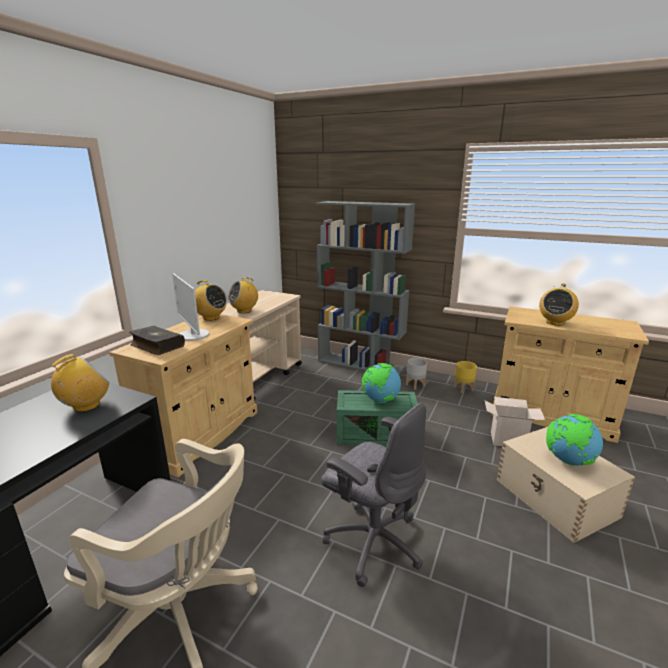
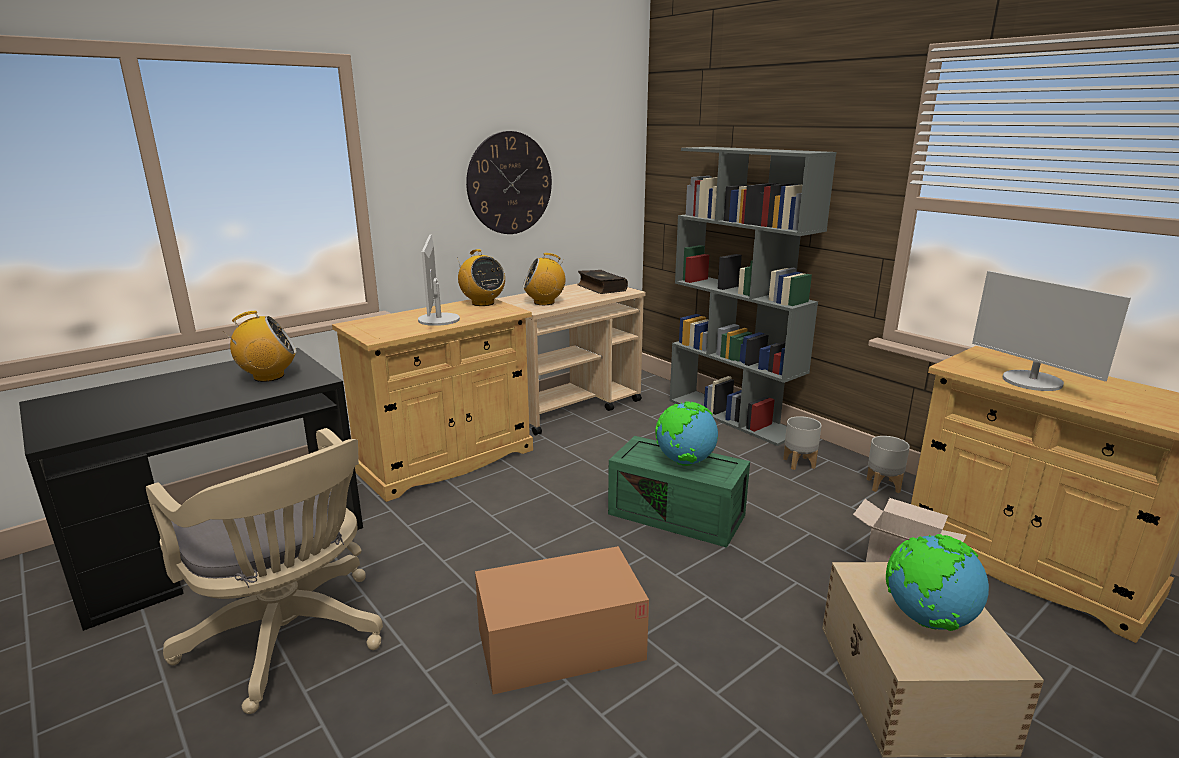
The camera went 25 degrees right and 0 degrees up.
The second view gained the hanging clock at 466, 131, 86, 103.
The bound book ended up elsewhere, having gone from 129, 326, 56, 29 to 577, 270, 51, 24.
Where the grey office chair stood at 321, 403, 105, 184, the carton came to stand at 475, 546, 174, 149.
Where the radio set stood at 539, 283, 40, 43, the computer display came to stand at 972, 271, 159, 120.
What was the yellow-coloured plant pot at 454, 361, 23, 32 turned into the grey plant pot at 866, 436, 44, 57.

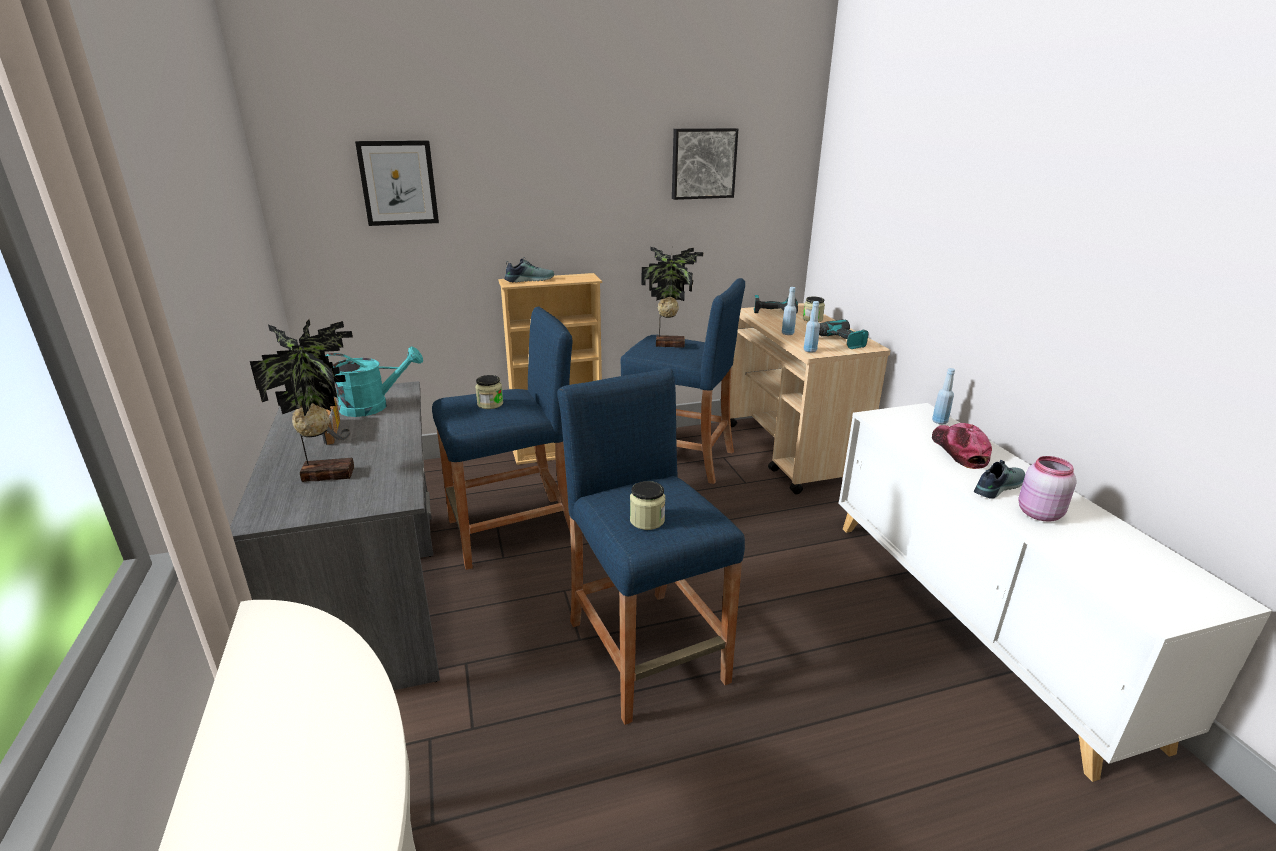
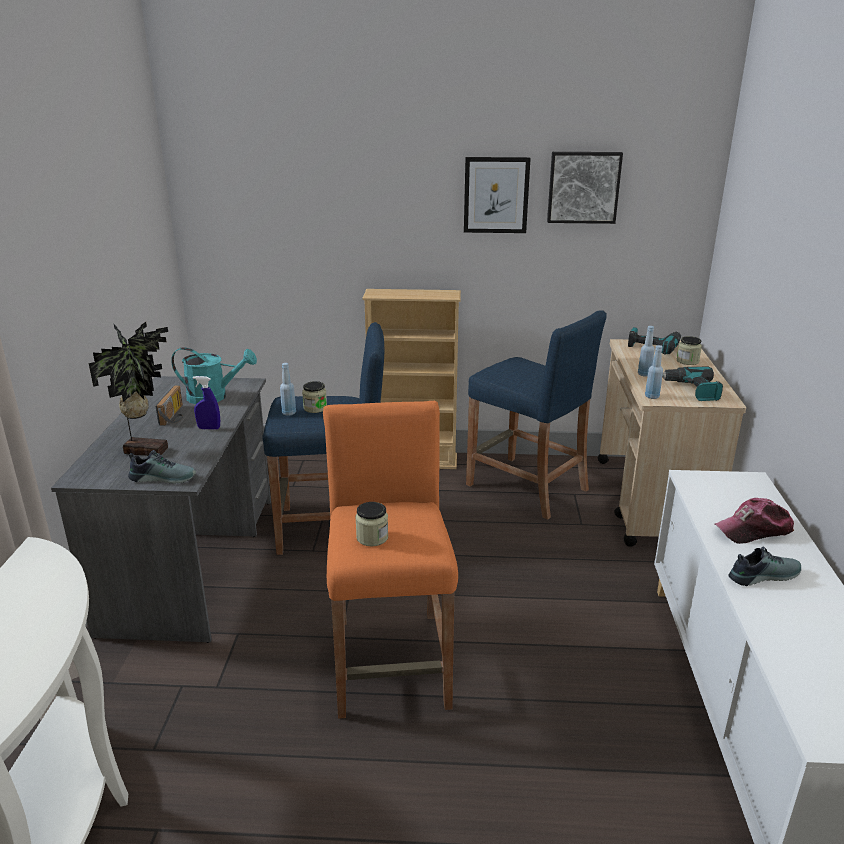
The camera went 20 degrees right and 0 degrees up.
The second view lost the plant in a pot at 642, 247, 61, 101.
The second view lost the pink-coloured preserve jar at 1019, 456, 58, 66.
The second view gained the bluish sprayer at 193, 376, 27, 54.
The wall art ended up elsewhere, having gone from 355, 140, 84, 86 to 464, 157, 67, 76.
The item of footwear ended up elsewhere, having gone from 504, 257, 50, 26 to 128, 450, 68, 34.
The bluish beverage bottle ended up elsewhere, having gone from 932, 368, 23, 57 to 280, 363, 16, 53.
What was the bluish stool at 558, 368, 187, 357 turned into the orange stool at 323, 401, 135, 318.
The peaked cap at 932, 423, 60, 46 ended up facing another way, 120 degrees counterclockwise from before.

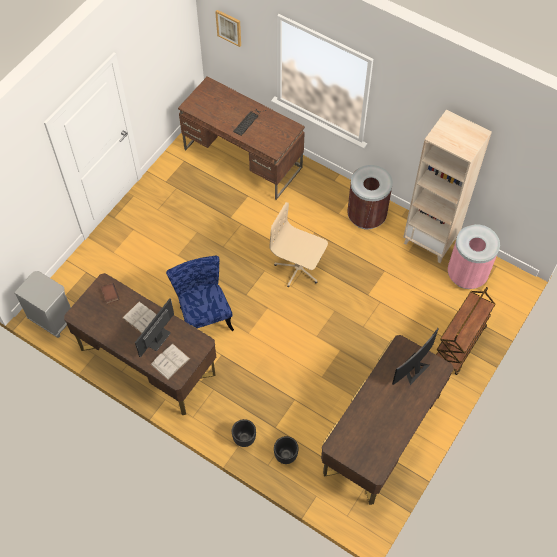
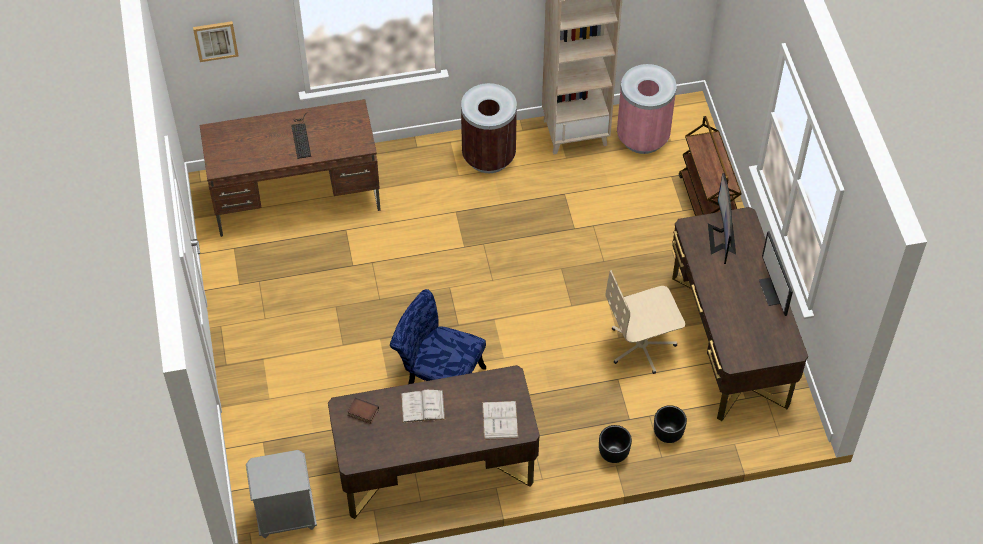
The camera went 45 degrees left and 5 degrees down.
The computer display ended up elsewhere, having gone from 135, 298, 39, 60 to 759, 231, 34, 85.
The beige office chair ended up elsewhere, having gone from 270, 202, 58, 85 to 606, 270, 79, 104.

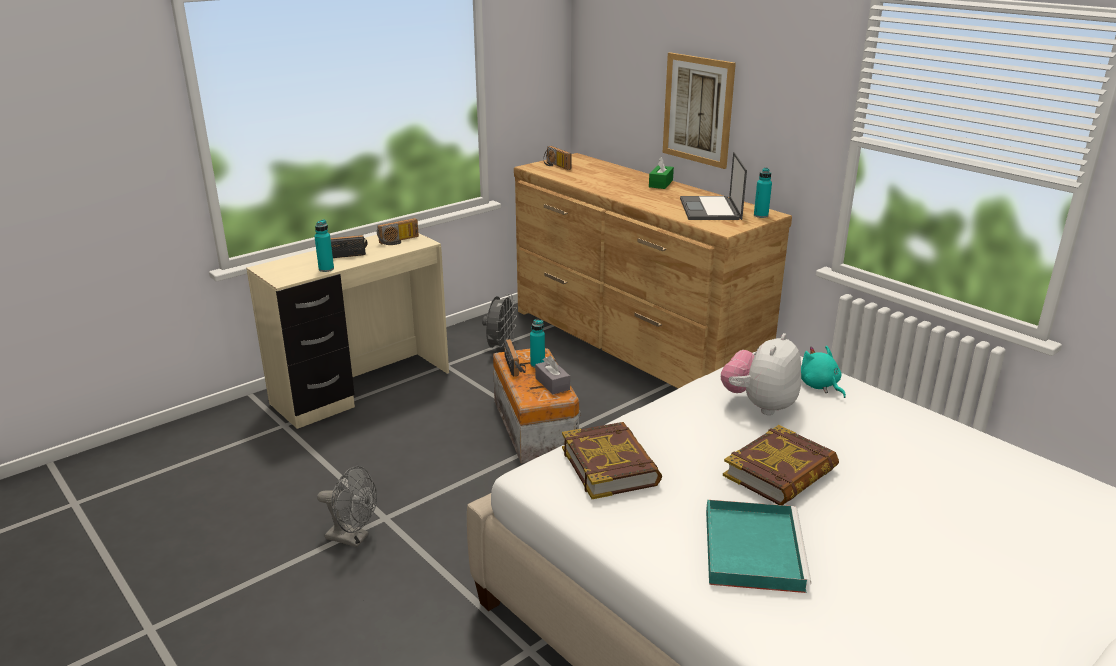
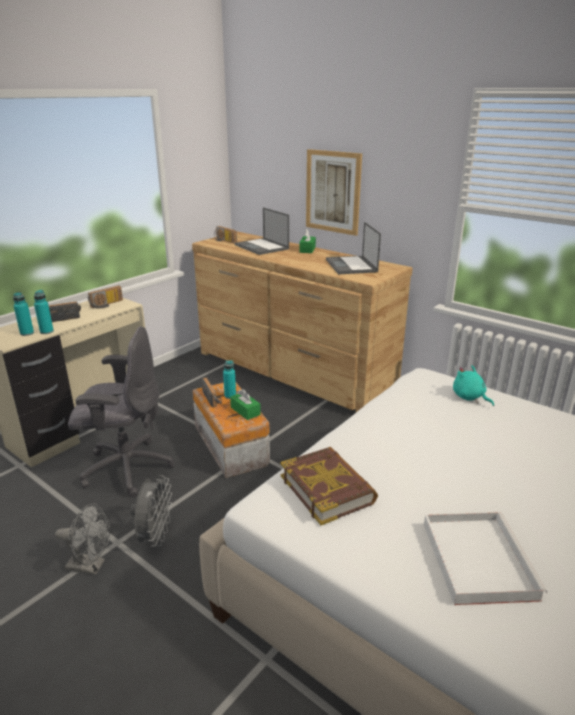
The camera went 10 degrees left and 0 degrees up.
The second view lost the soft toy at 721, 333, 80, 82.
The second view lost the bound book at 723, 425, 116, 80.
The second view gained the grey office chair at 68, 326, 107, 171.
The second view gained the notebook computer at 235, 207, 54, 48.
The grey fan ended up elsewhere, having gone from 482, 294, 35, 55 to 130, 475, 42, 72.
The turquoise-coloured beverage bottle ended up elsewhere, having gone from 754, 168, 18, 50 to 13, 292, 21, 44.
What was the grey box of tissues at 535, 356, 35, 39 turned into the green-coloured box of tissues at 230, 389, 31, 31.
What was the turquoise-coloured tray at 706, 500, 105, 93 turned into the white tray at 424, 512, 123, 93.

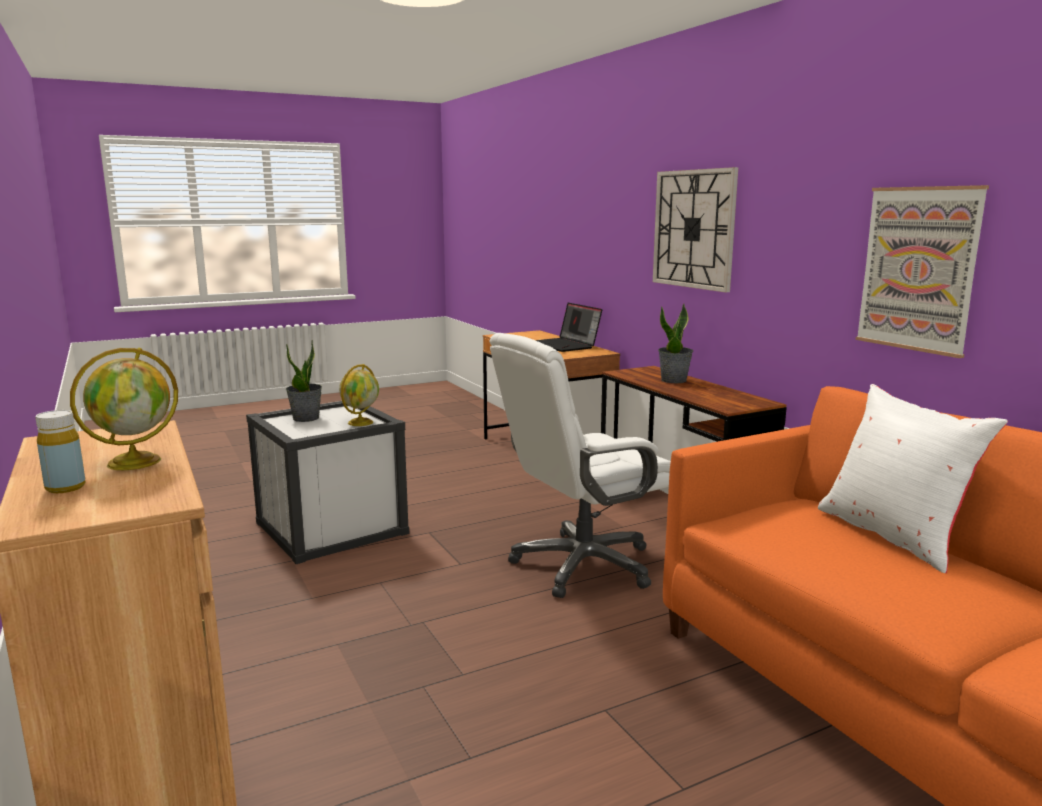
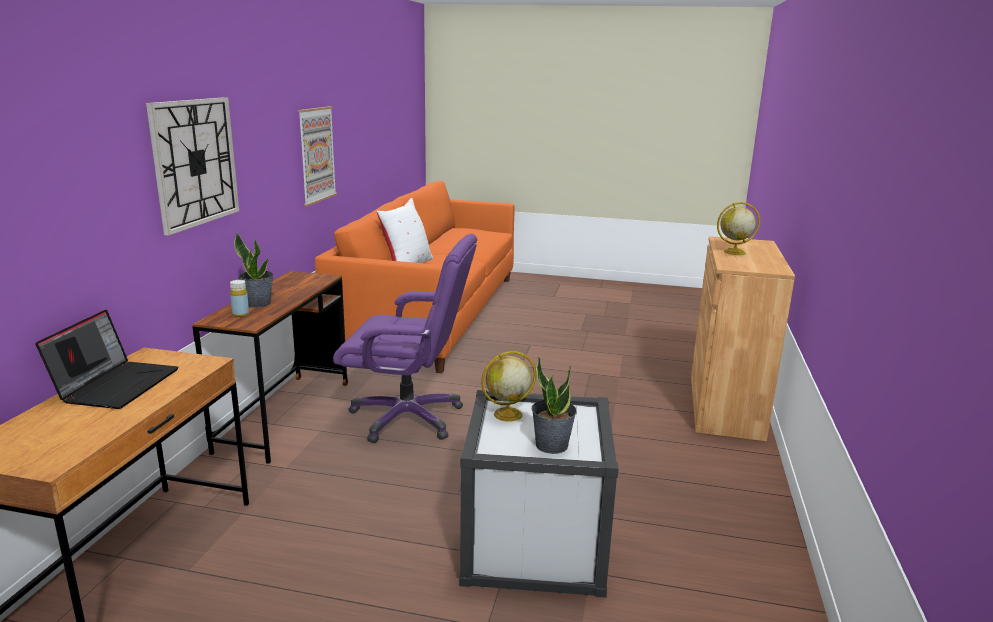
The camera went 140 degrees left and 5 degrees up.
The yellow-coloured beverage bottle ended up elsewhere, having gone from 35, 410, 51, 83 to 230, 280, 19, 37.
What was the white office chair at 490, 333, 181, 265 turned into the purplish office chair at 333, 234, 144, 209.

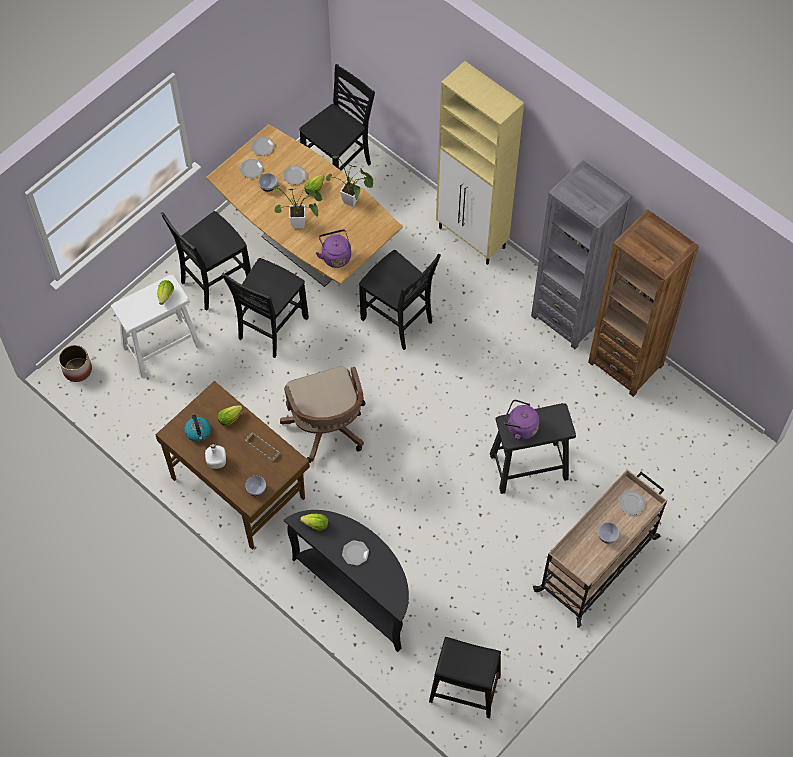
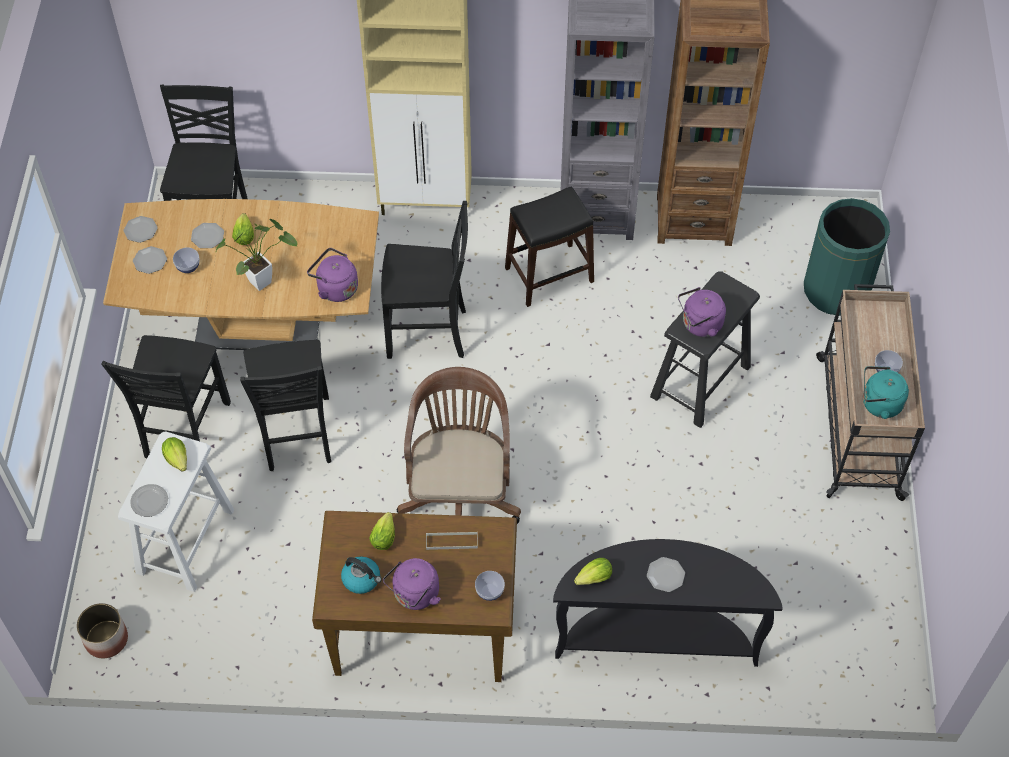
The camera went 40 degrees left and 5 degrees down.
The second view lost the plant in a pot at 326, 156, 47, 51.
The second view gained the green-coloured trash can at 804, 198, 86, 118.
The second view gained the turquoise-coloured water kettle at 863, 366, 46, 53.
The blackish stool ended up elsewhere, having gone from 429, 637, 72, 81 to 505, 187, 89, 120.
The dinner plate ended up elsewhere, having gone from 618, 491, 27, 24 to 130, 484, 38, 33.
Where the white beverage bottle stood at 205, 444, 21, 25, the purplish water kettle came to stand at 383, 558, 58, 52.
The brownish office chair at 280, 366, 86, 97 ended up facing another way, 120 degrees counterclockwise from before.

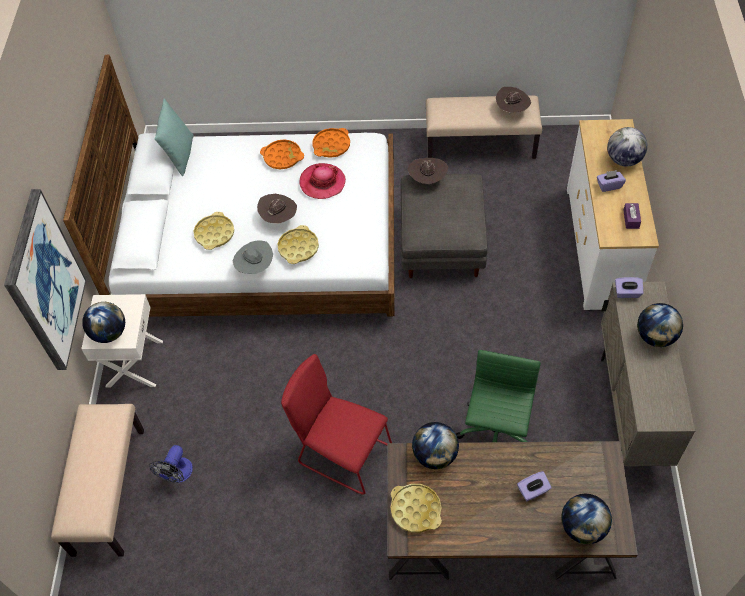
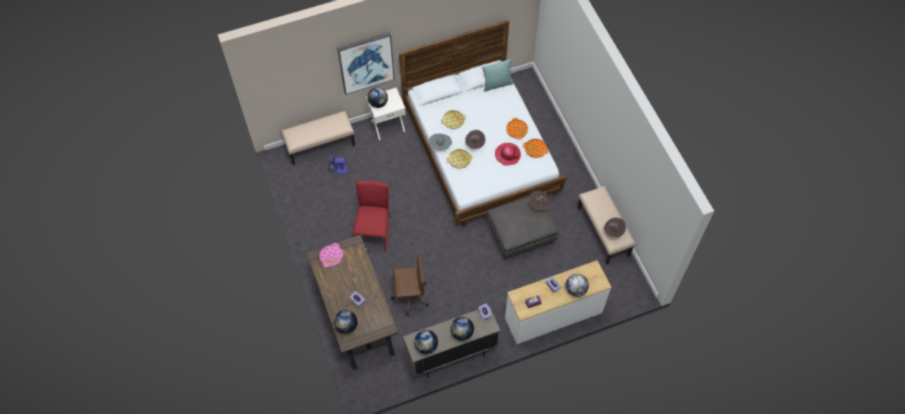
The camera went 65 degrees right and 5 degrees up.
The world globe ended up elsewhere, having gone from 412, 422, 47, 47 to 414, 330, 24, 24.
What was the yellow-coloured tray at 390, 484, 52, 49 turned into the pink-coloured tray at 319, 243, 24, 24.
What was the green-coloured office chair at 456, 350, 85, 92 turned into the brownish office chair at 391, 254, 38, 62.

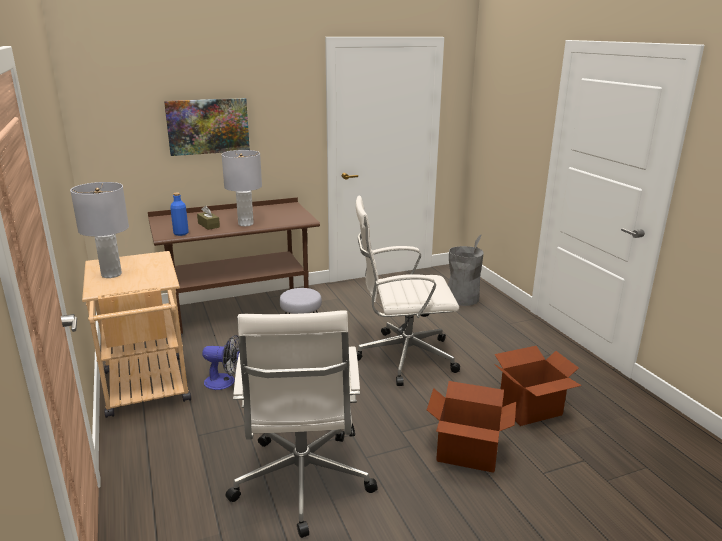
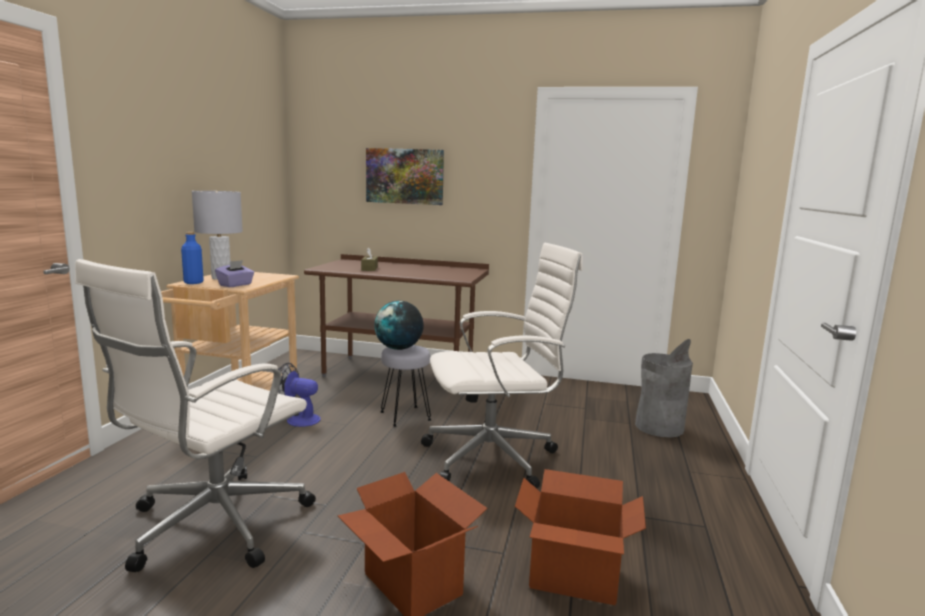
The camera went 35 degrees right and 10 degrees down.
The second view lost the grey lamp for a table at 221, 150, 41, 76.
The second view gained the purplish box of tissues at 215, 260, 39, 27.
The second view gained the world globe at 374, 301, 50, 49.
The bluish beverage bottle ended up elsewhere, having gone from 170, 193, 19, 43 to 181, 232, 23, 52.
The fan at 202, 335, 37, 55 ended up facing another way, 150 degrees clockwise from before.
The white office chair at 356, 196, 104, 190 ended up facing another way, 135 degrees clockwise from before.

